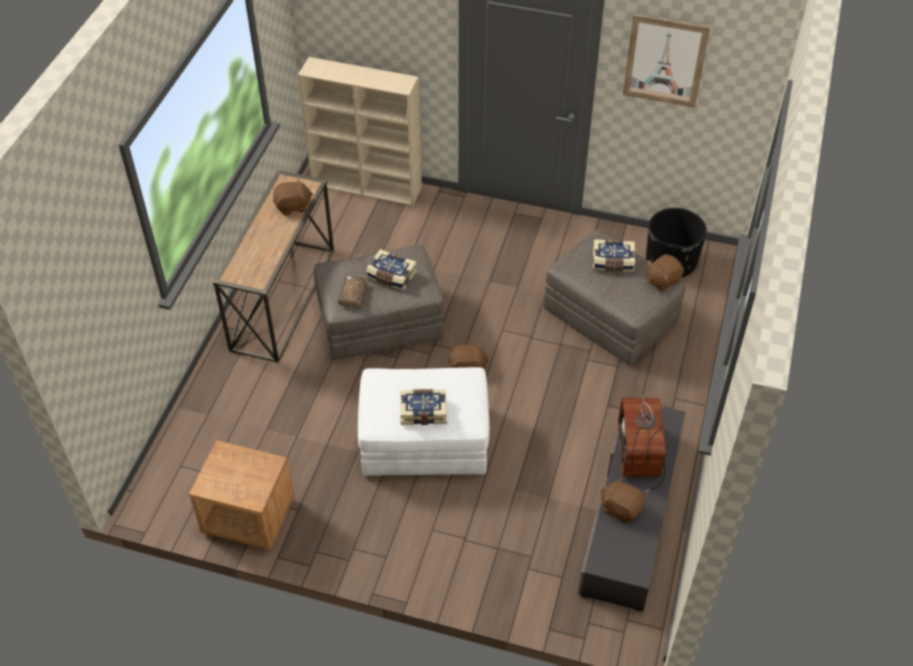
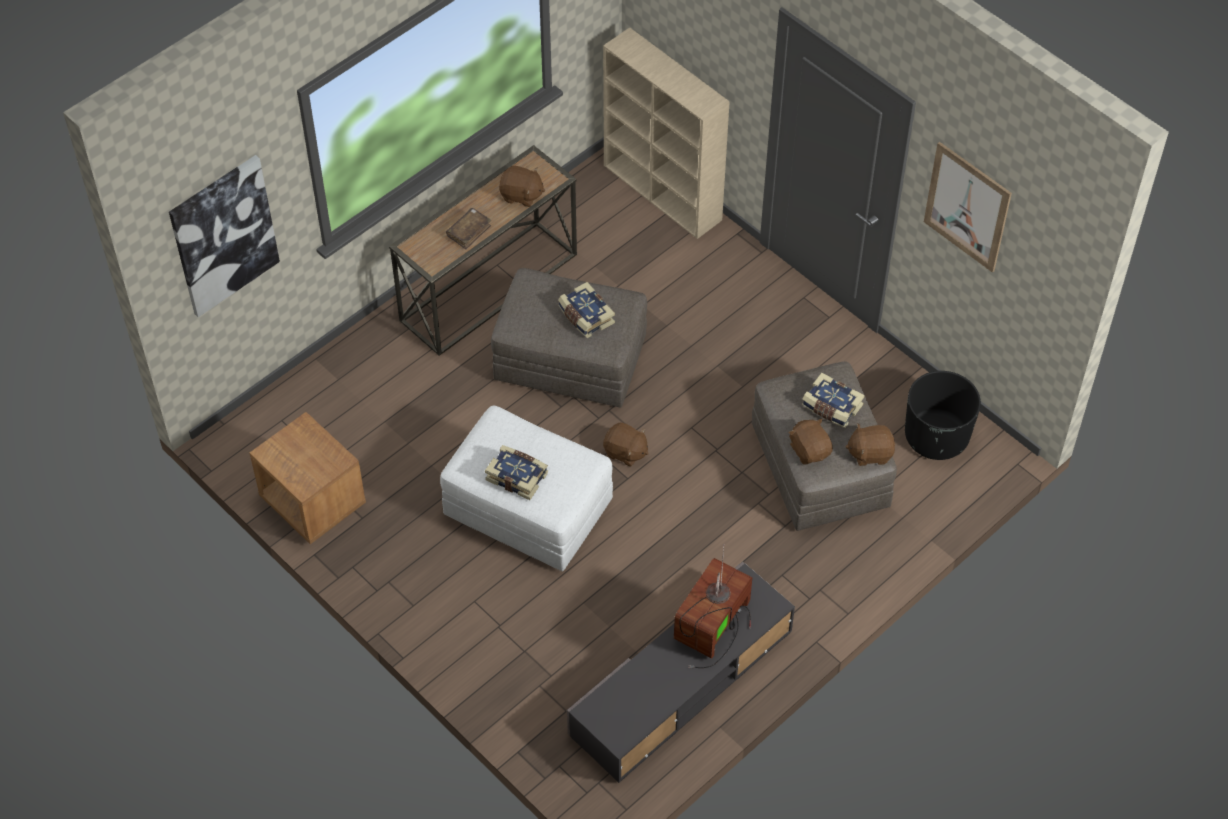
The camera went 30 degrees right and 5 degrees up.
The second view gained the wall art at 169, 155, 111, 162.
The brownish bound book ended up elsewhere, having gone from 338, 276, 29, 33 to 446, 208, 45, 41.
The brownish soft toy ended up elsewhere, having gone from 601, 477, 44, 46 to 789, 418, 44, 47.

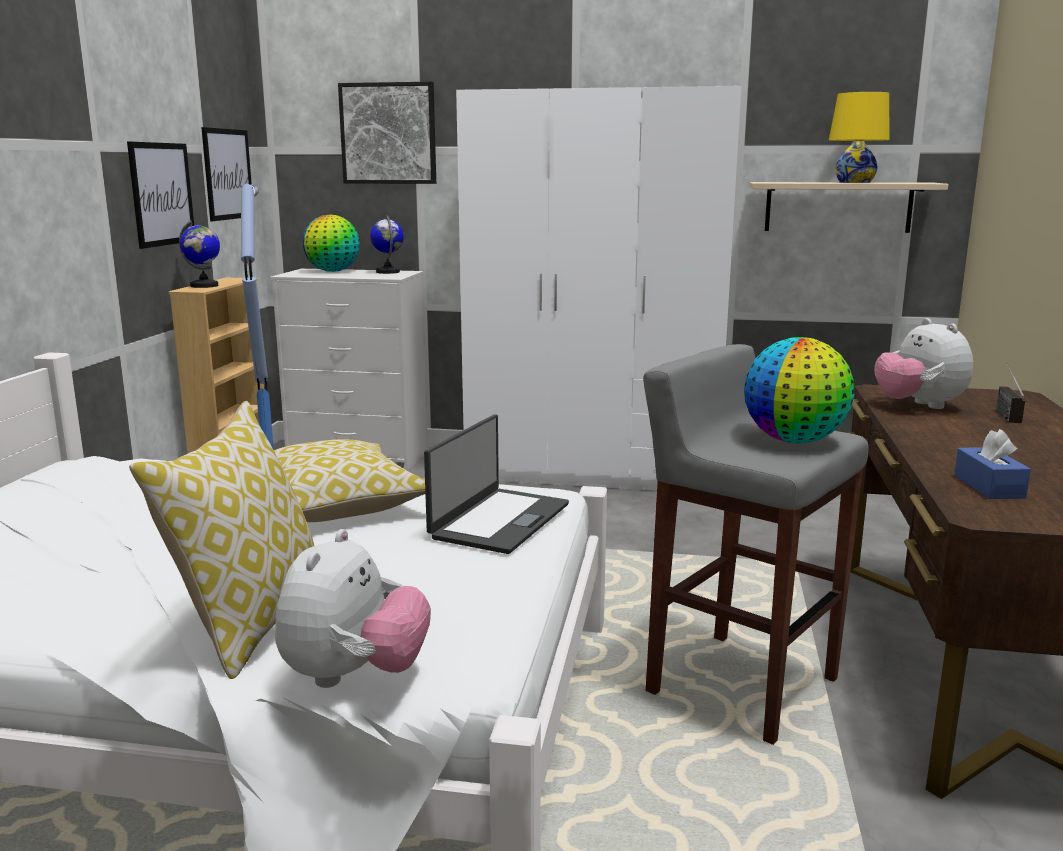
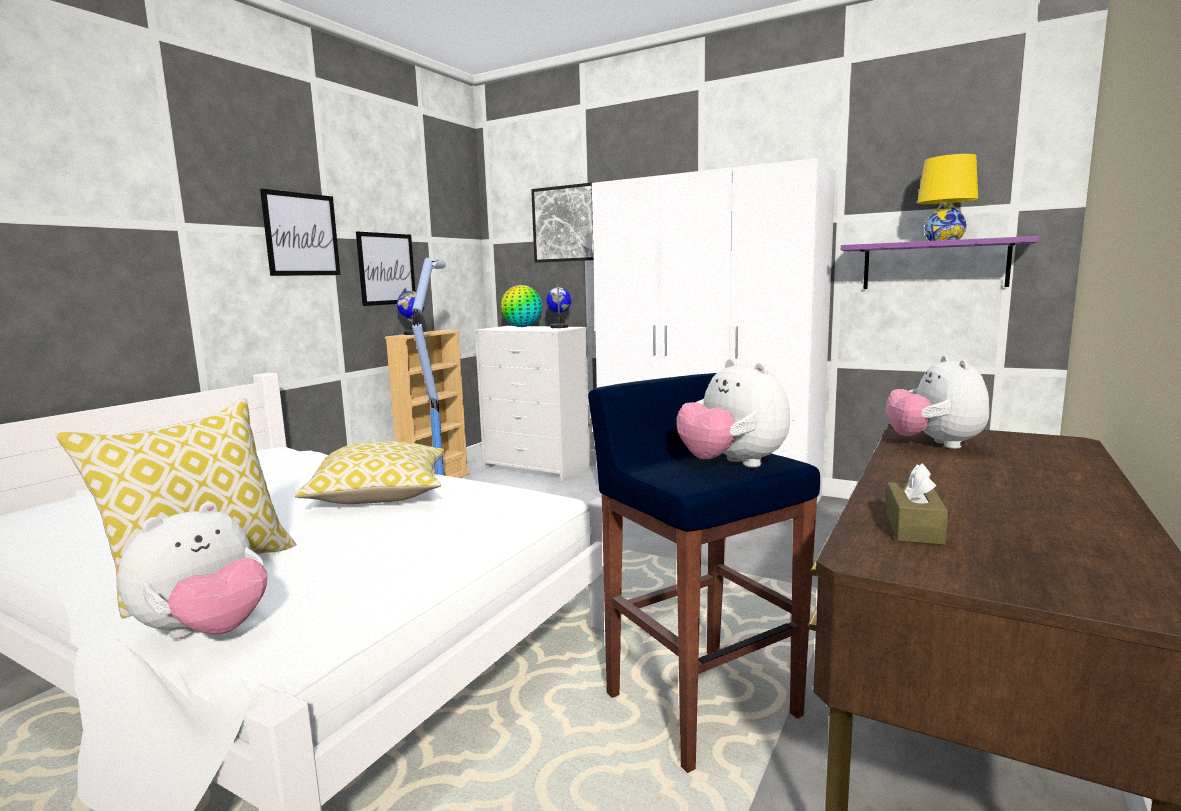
The camera went 20 degrees right and 5 degrees down.
The second view lost the notebook computer at 424, 414, 145, 140.
The second view lost the radio set at 996, 363, 29, 60.
The wall art ended up elsewhere, having gone from 201, 127, 51, 94 to 260, 189, 80, 87.
Where the world globe stood at 744, 337, 110, 106, the soft toy came to stand at 676, 358, 114, 109.
What was the grey stool at 643, 344, 226, 401 turned into the bluish stool at 588, 373, 232, 400.
What was the beige shelf at 749, 182, 199, 51 turned into the purplish shelf at 841, 236, 198, 53.
What was the bluish box of tissues at 954, 429, 77, 70 turned into the brownish box of tissues at 886, 463, 62, 82.

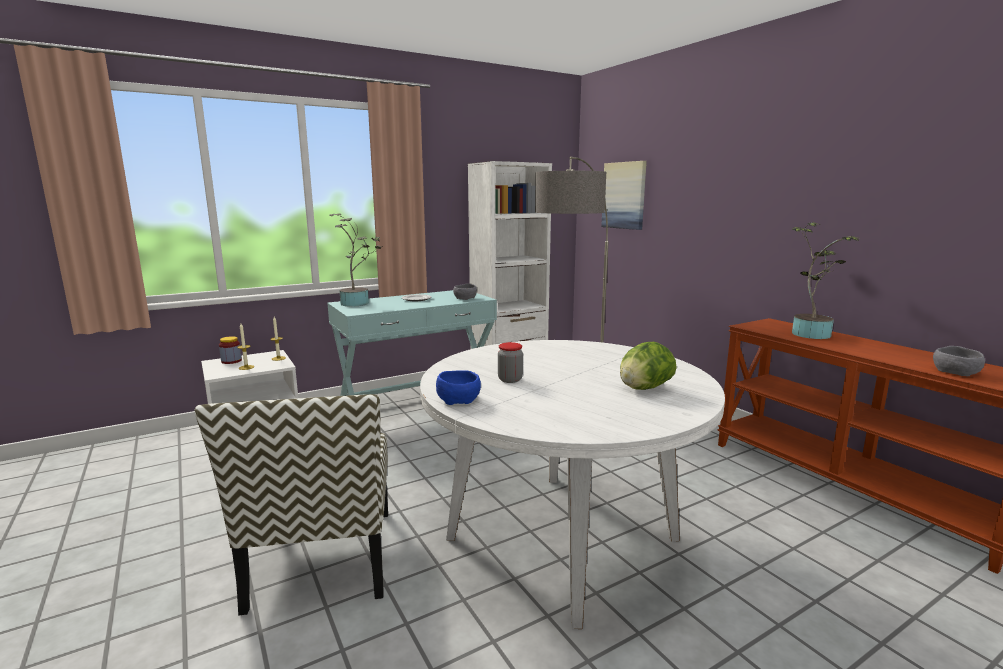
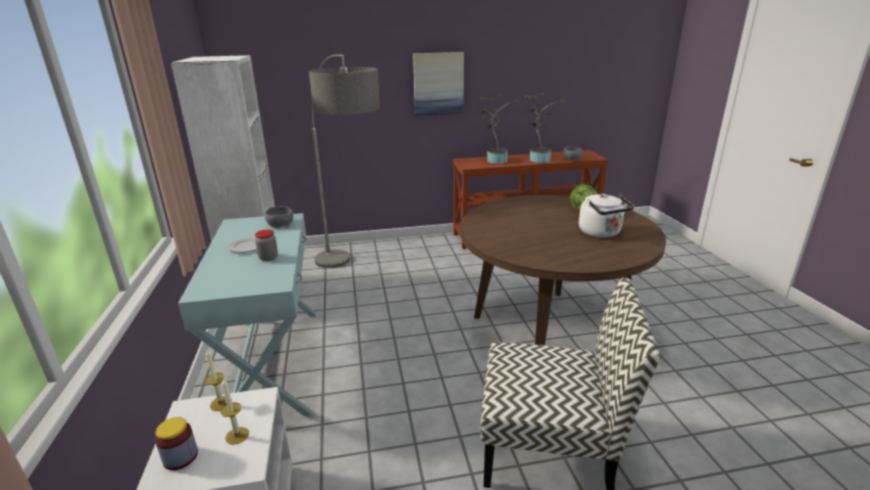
The camera went 70 degrees left and 10 degrees up.
The second view lost the bluish deep dish at 436, 370, 45, 35.
The second view gained the white water kettle at 579, 194, 55, 44.
The plant in a pot ended up elsewhere, having gone from 329, 213, 54, 94 to 524, 93, 41, 70.
The preserve jar ended up elsewhere, having gone from 498, 342, 25, 41 to 255, 230, 23, 31.
The wall art ended up elsewhere, having gone from 601, 161, 46, 69 to 413, 52, 51, 64.
What was the white dinner table at 420, 340, 305, 289 turned into the brownish dinner table at 460, 195, 206, 150.

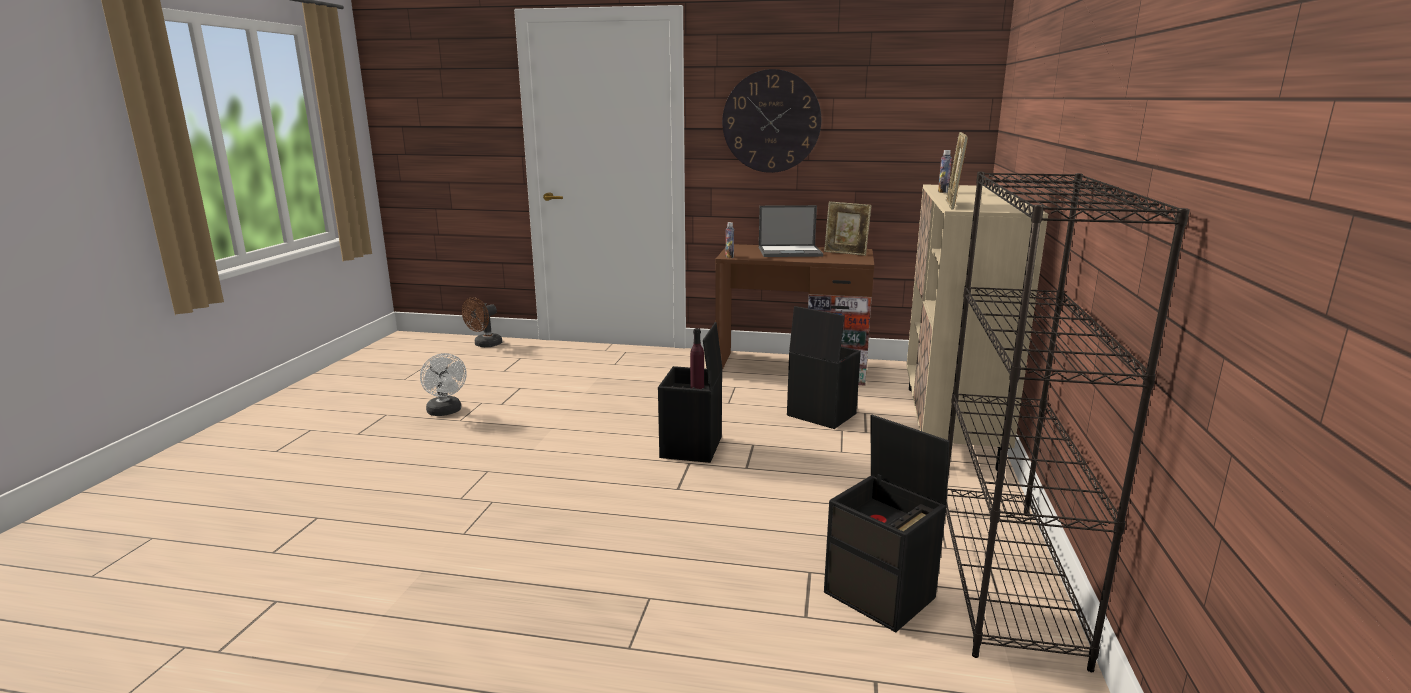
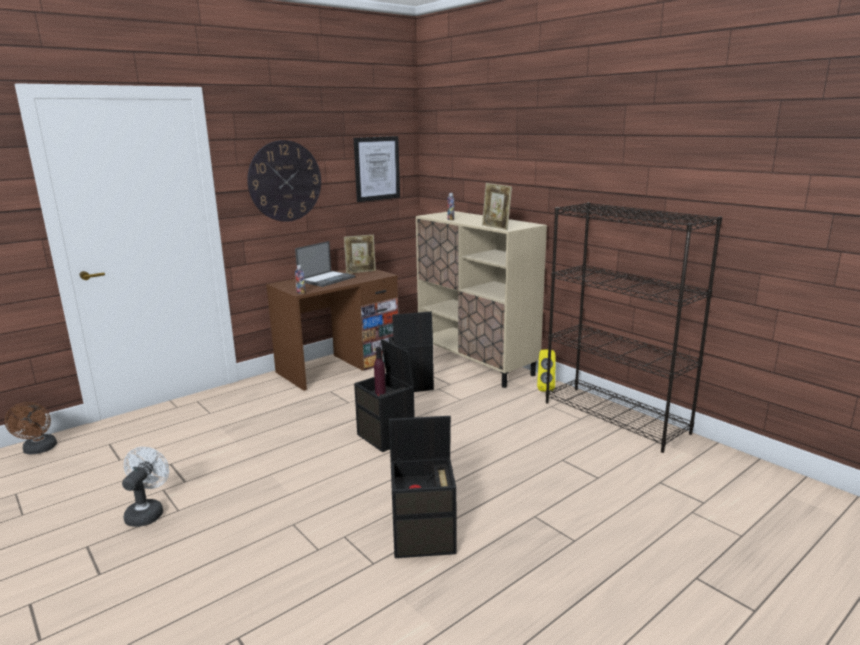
The camera went 50 degrees left and 0 degrees up.
The second view gained the wall art at 354, 136, 46, 66.
The second view gained the yellow-coloured loudspeaker at 537, 349, 19, 43.
The blackish storage box ended up elsewhere, having gone from 824, 414, 125, 218 to 389, 416, 67, 142.
The white fan at 420, 353, 47, 63 ended up facing another way, 90 degrees counterclockwise from before.

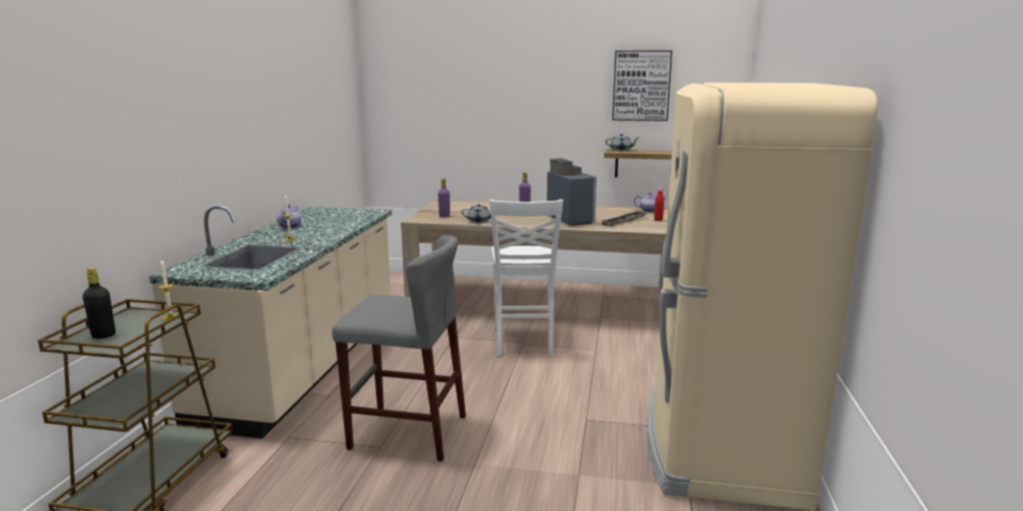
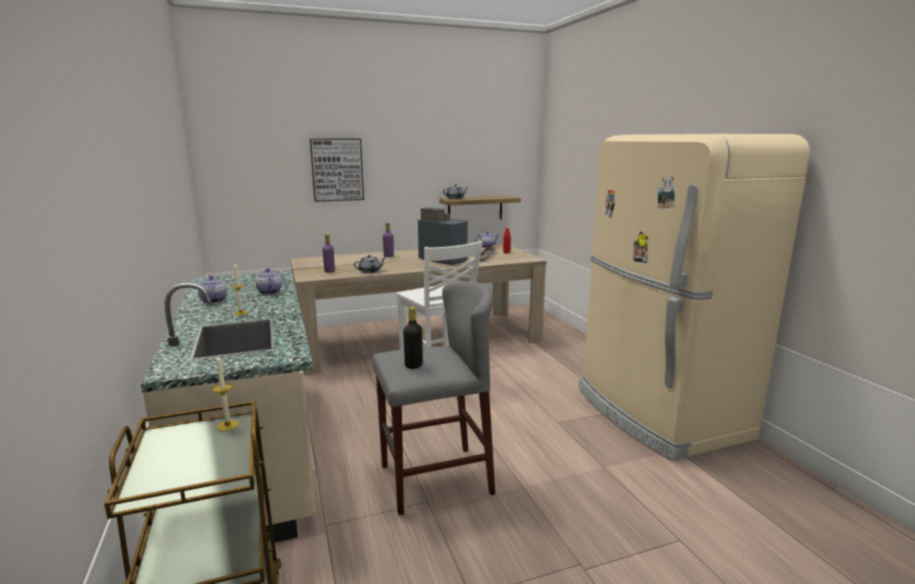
The camera went 30 degrees left and 0 degrees up.
The second view gained the pot for tea at 255, 269, 27, 26.
The blackish beverage bottle ended up elsewhere, having gone from 83, 268, 33, 71 to 403, 307, 20, 62.
The wall art ended up elsewhere, having gone from 612, 50, 60, 71 to 310, 139, 54, 63.

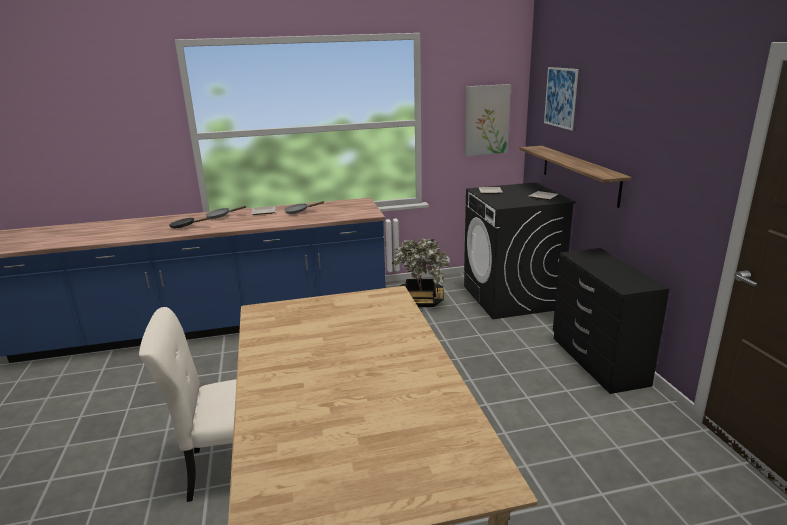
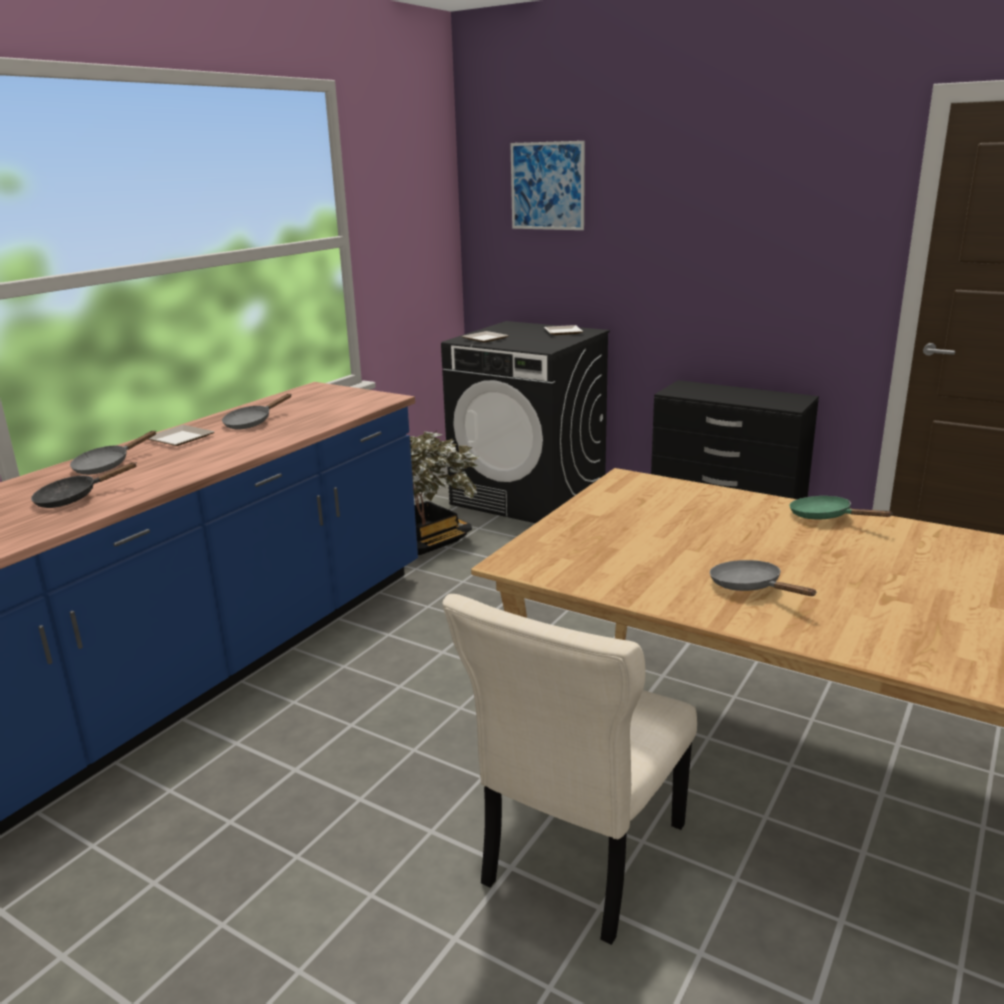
The camera went 45 degrees left and 0 degrees up.
The second view lost the wall art at 465, 84, 46, 72.
The second view lost the shelf at 519, 146, 113, 62.
The second view gained the grey pan at 710, 560, 107, 36.
The second view gained the green-coloured pan at 789, 496, 104, 23.

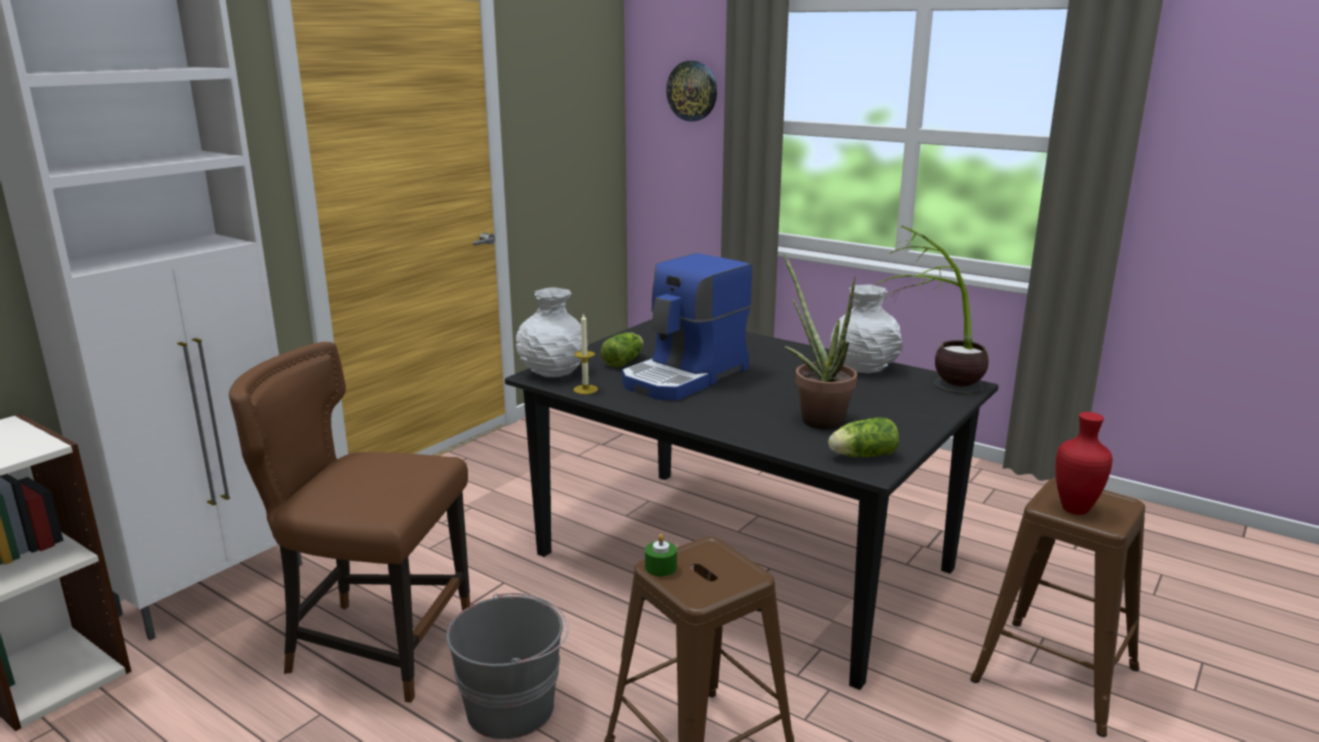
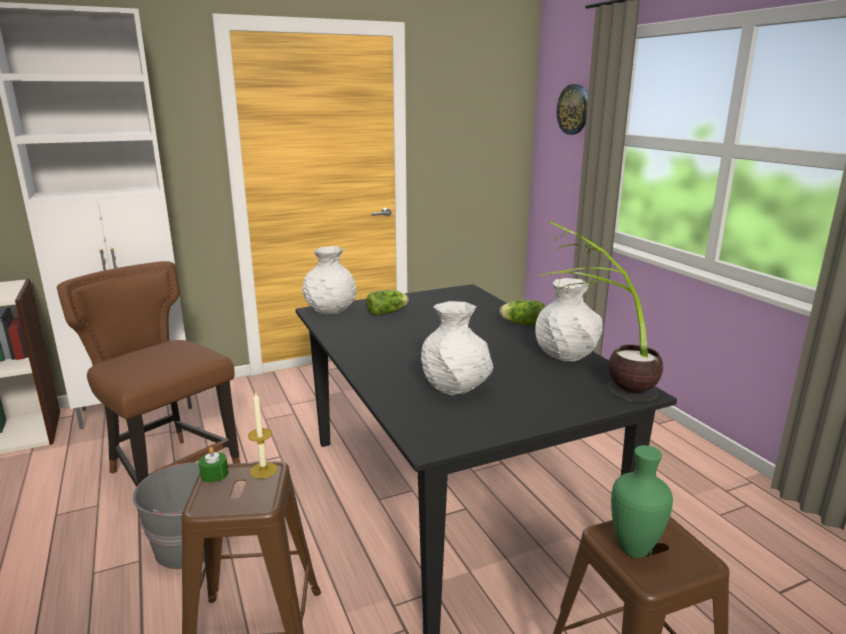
The camera went 30 degrees right and 0 degrees up.
The second view lost the coffee brewer at 622, 253, 130, 147.
The candle ended up elsewhere, having gone from 573, 313, 25, 81 to 248, 392, 30, 87.
The lettuce ended up elsewhere, having gone from 828, 417, 71, 40 to 500, 300, 45, 26.
Where the plant in a pot stood at 784, 254, 73, 176, the white vase came to stand at 421, 301, 72, 95.
What was the red vase at 1055, 412, 58, 103 turned into the green-coloured vase at 611, 445, 62, 113.

